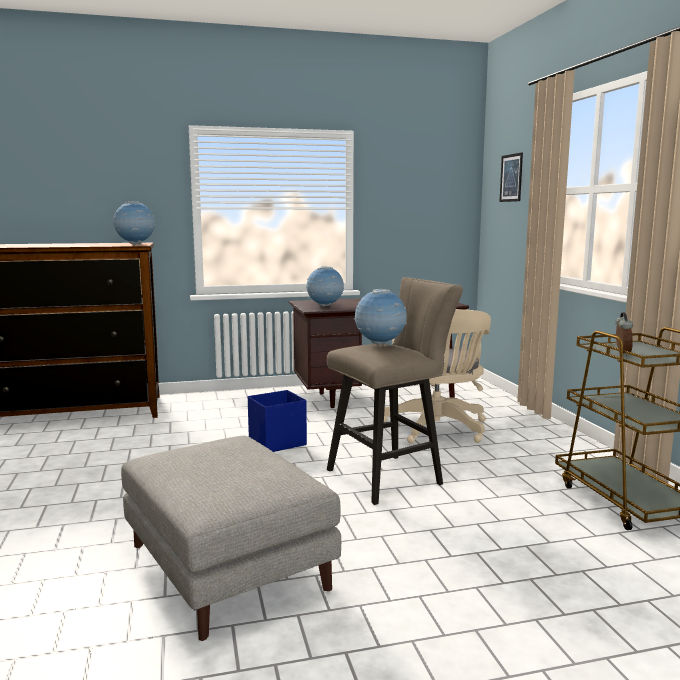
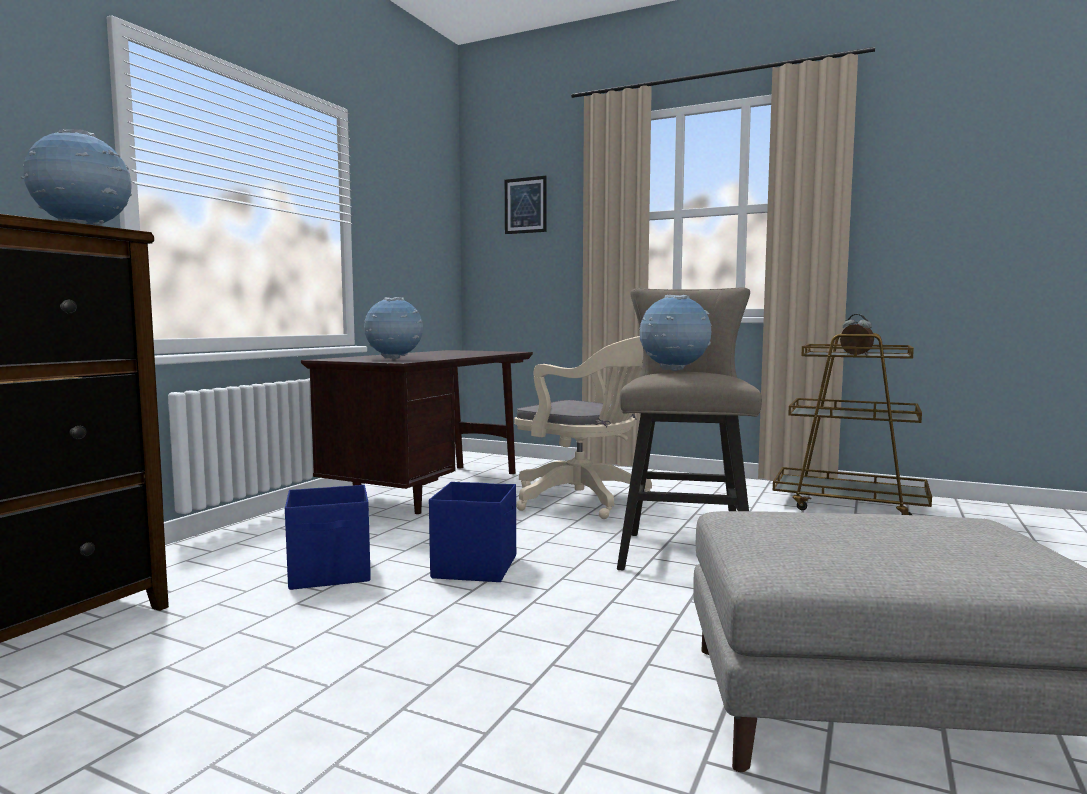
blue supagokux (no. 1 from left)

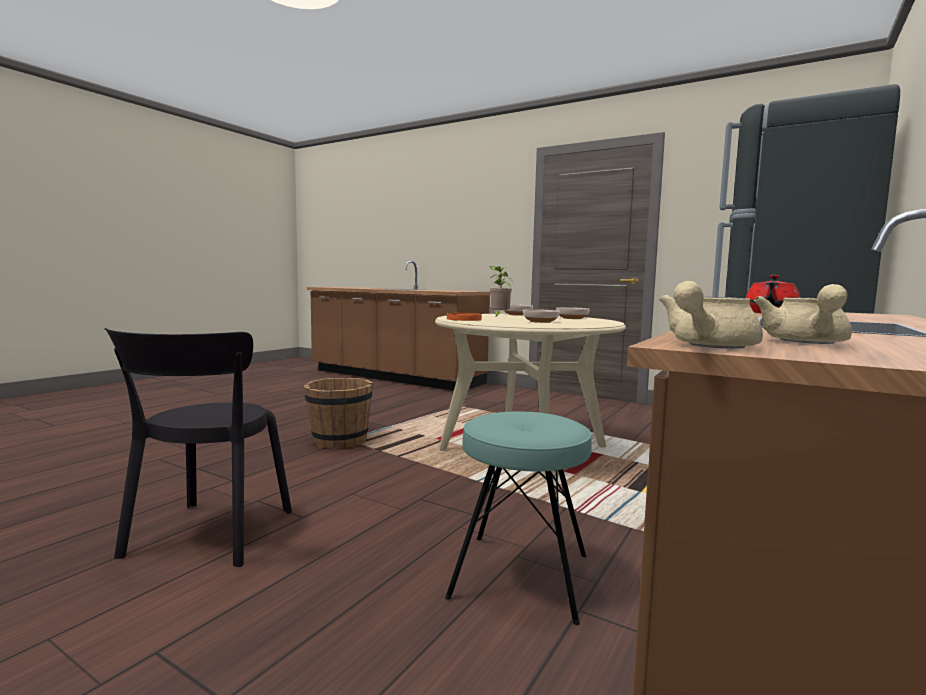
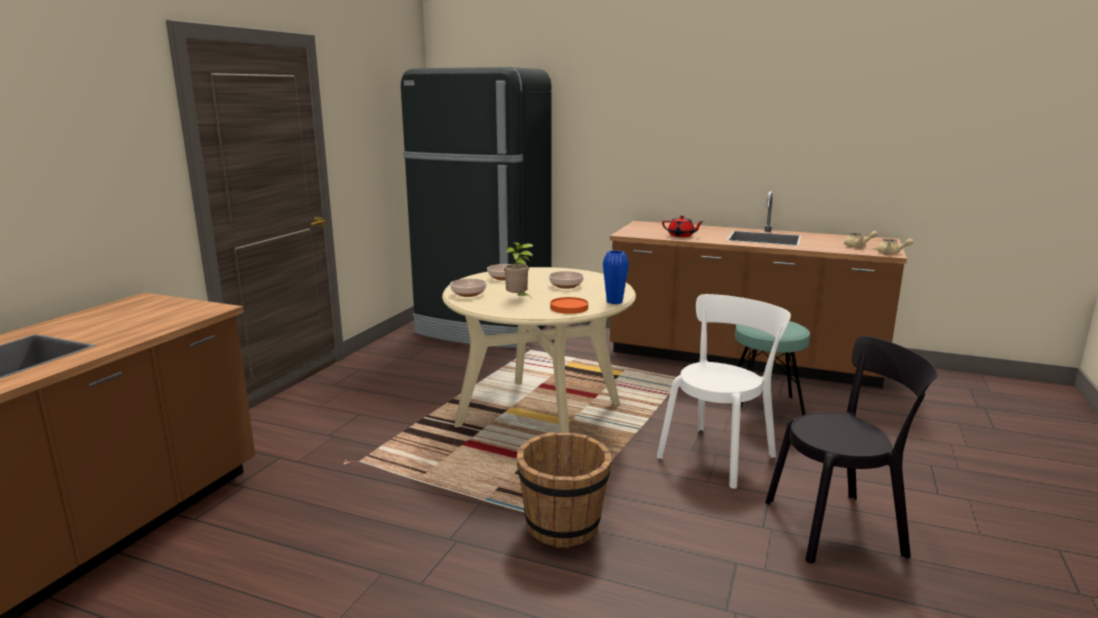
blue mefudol
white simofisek

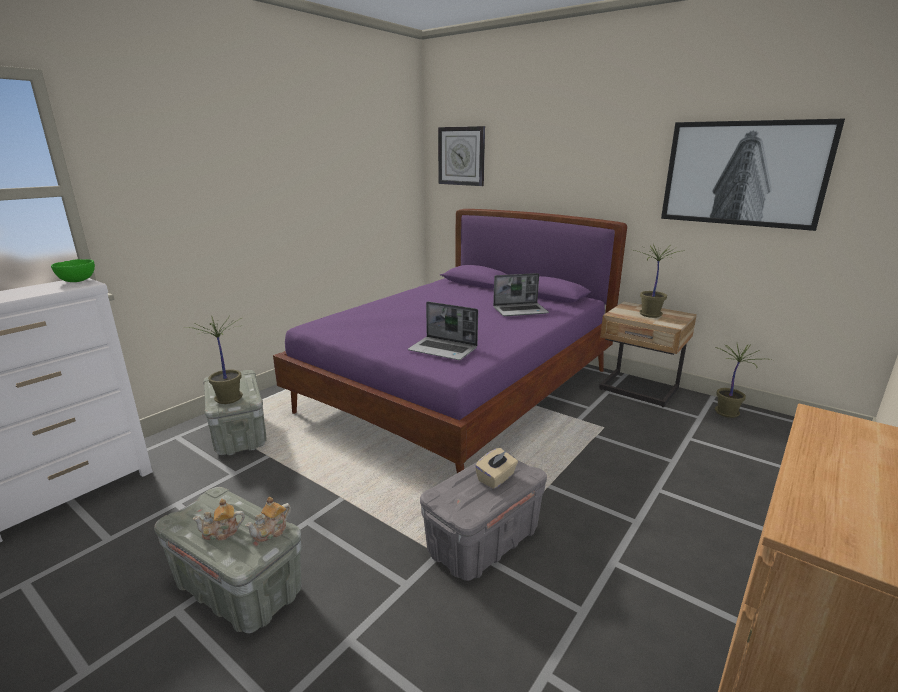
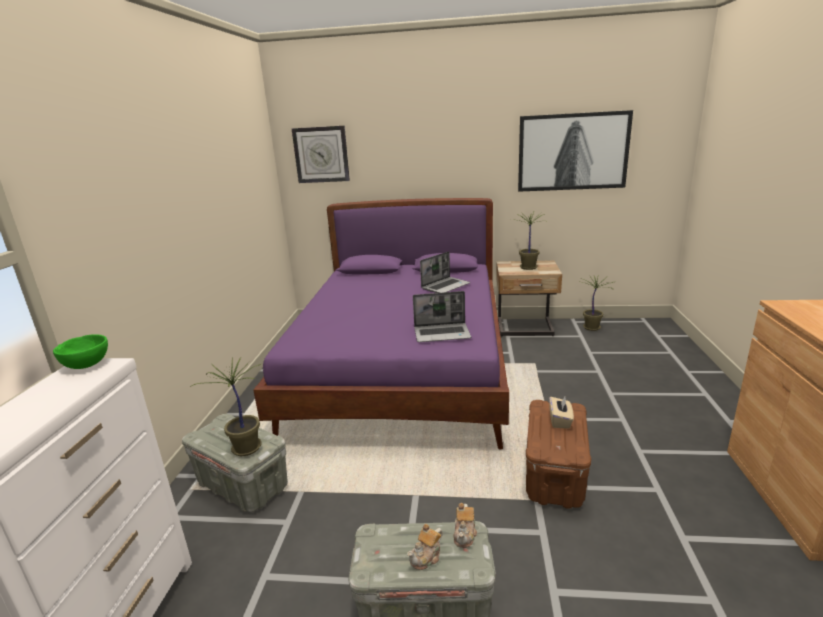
brown supagokux

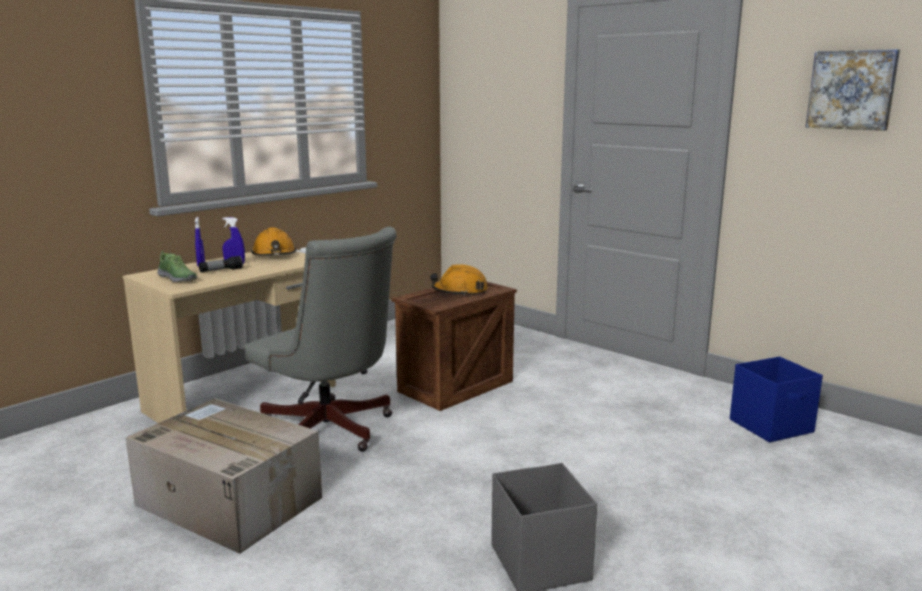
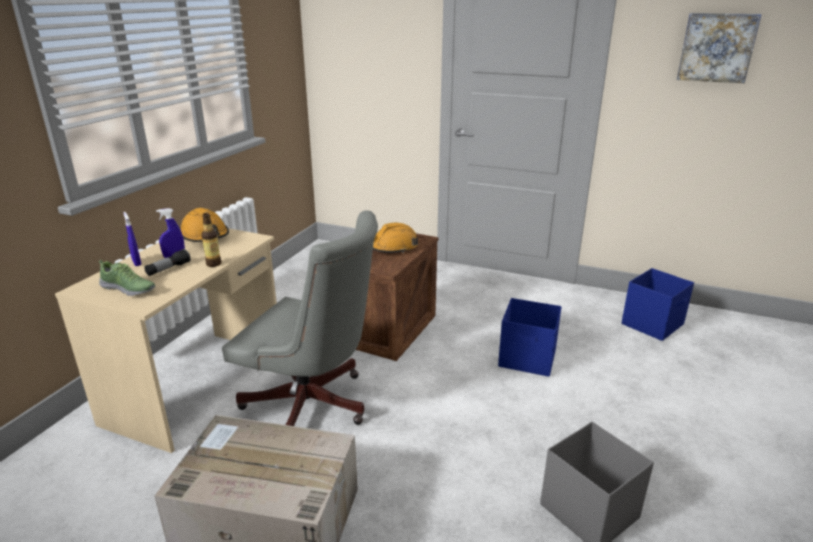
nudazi
blue supagokux (no. 1 from left)

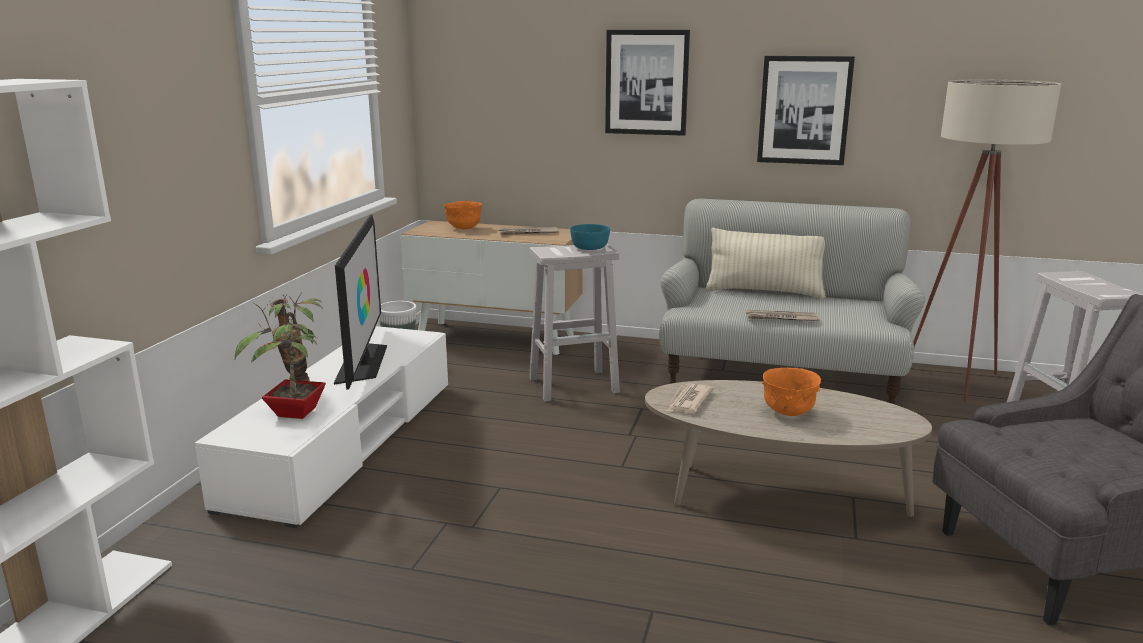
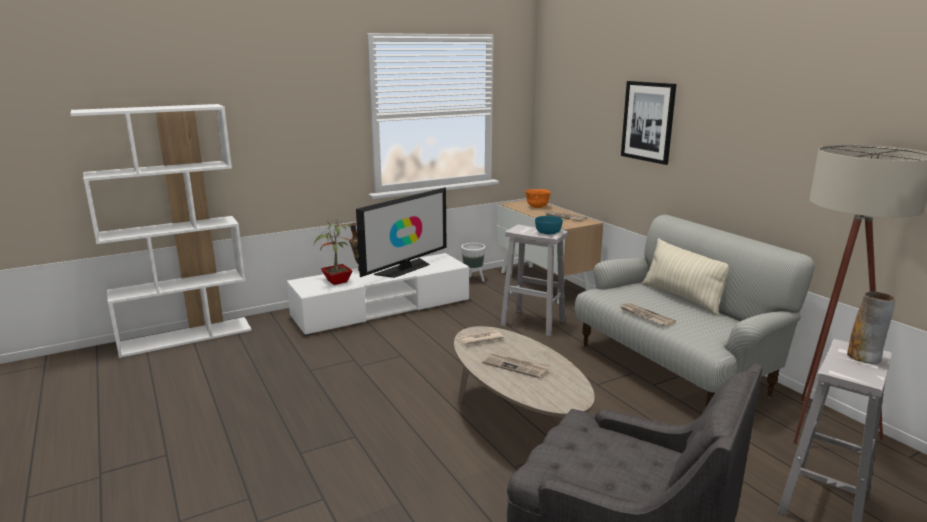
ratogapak (no. 2 from left)
mefudol (no. 2 from left)
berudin (no. 2 from left in the first image)

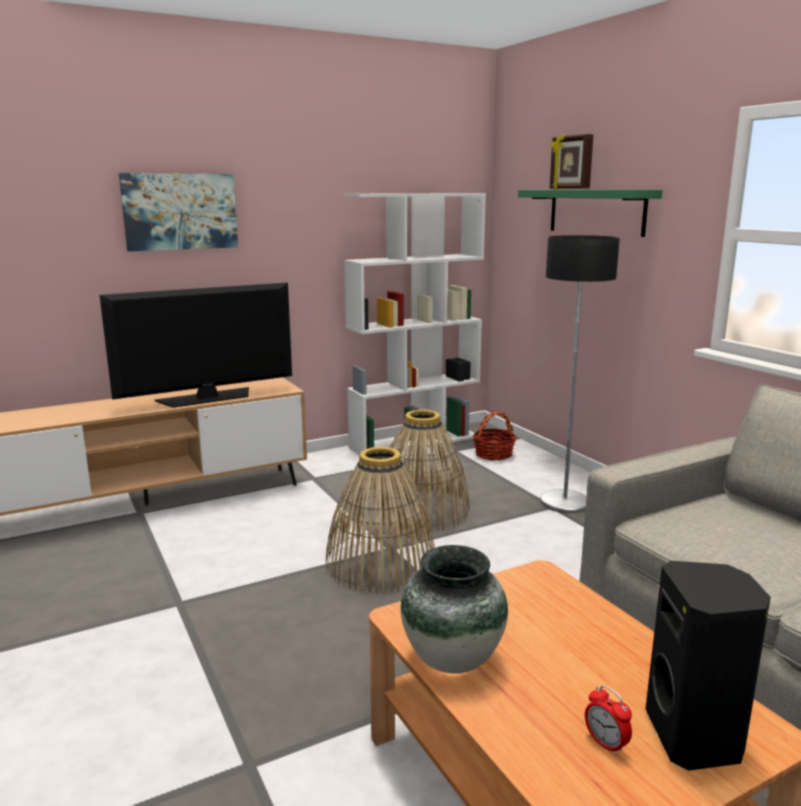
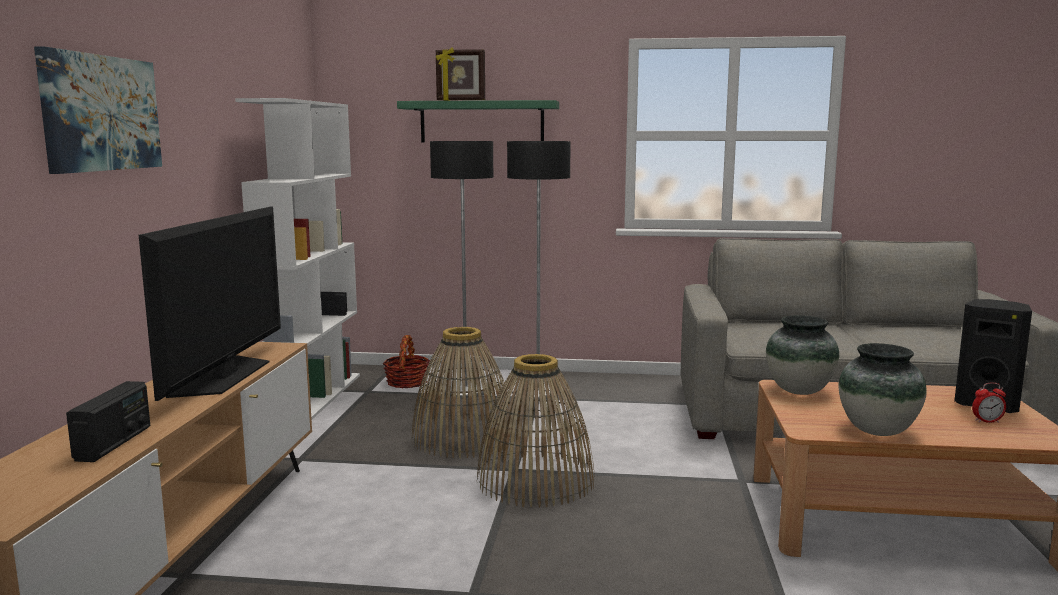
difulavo
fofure (no. 1 from left)
mefudol (no. 1 from left)

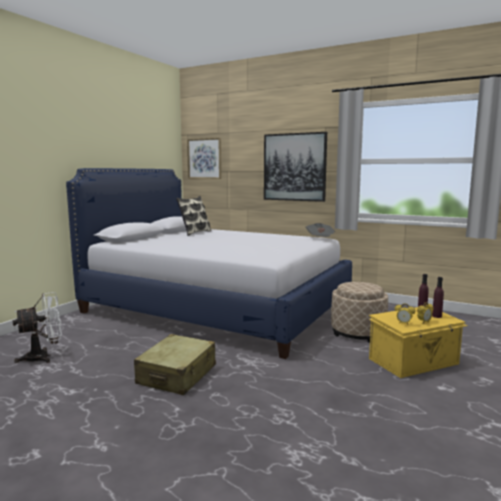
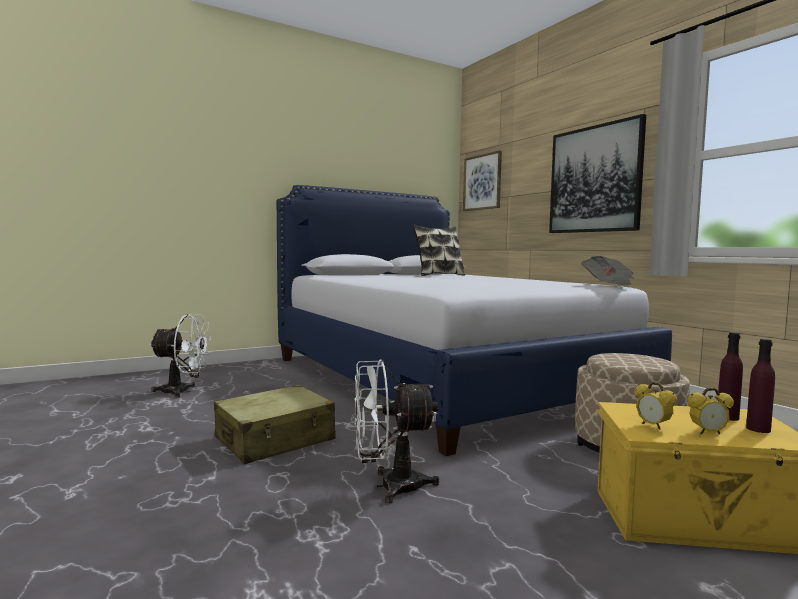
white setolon (no. 2 from left)

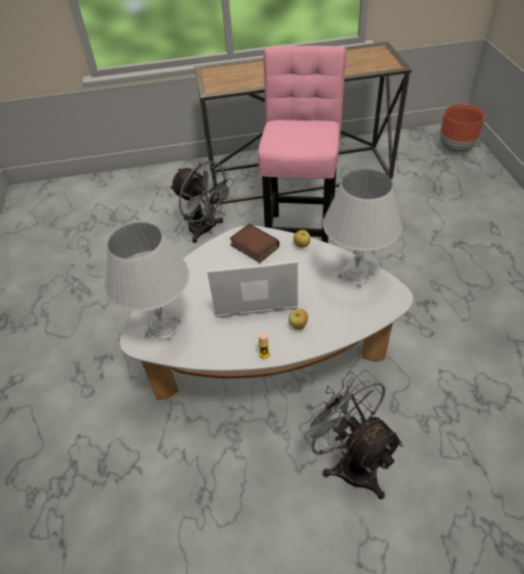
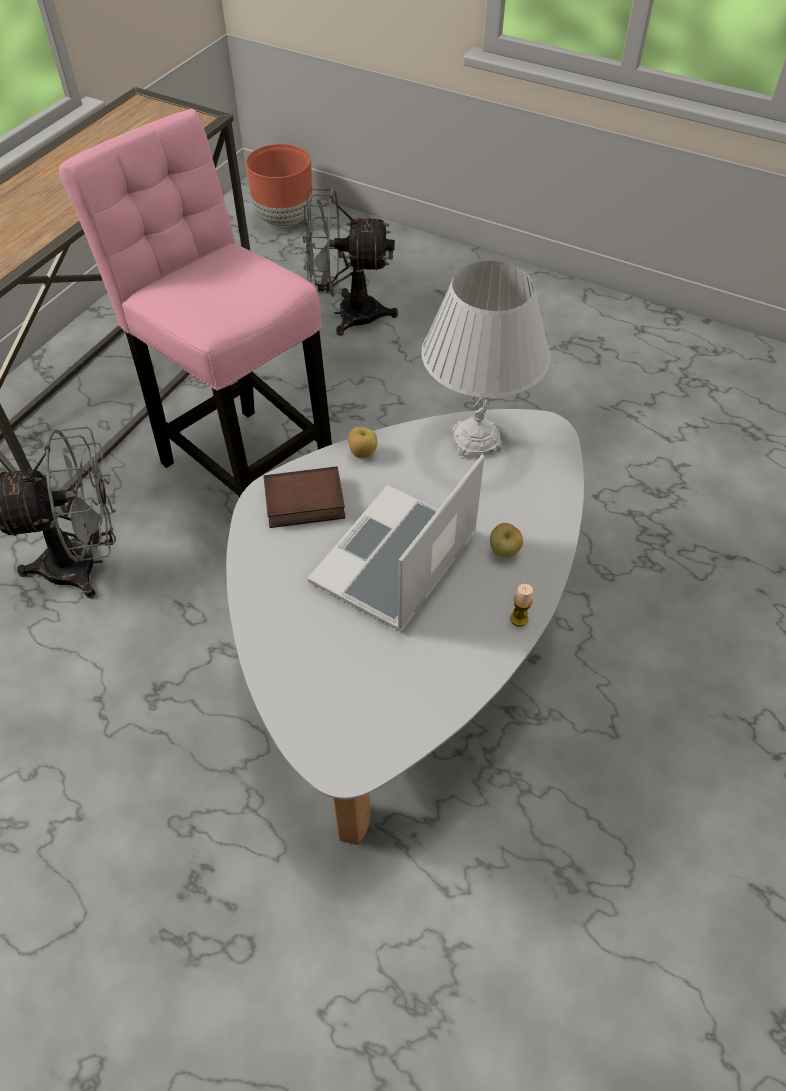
grey setolon (no. 2 from left)
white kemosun (no. 1 from left in the first image)

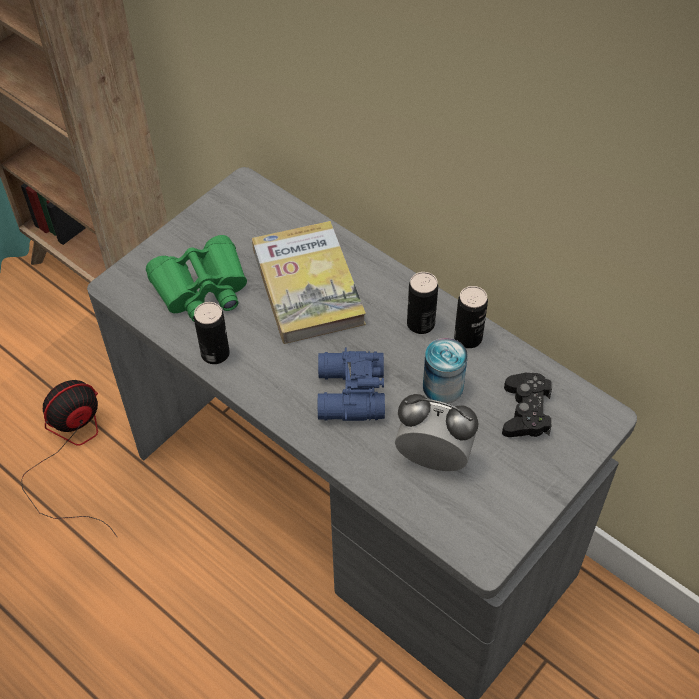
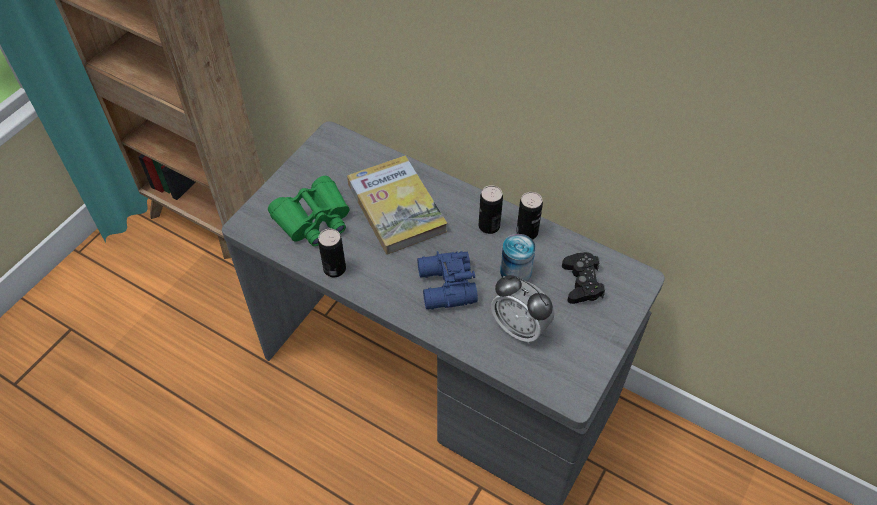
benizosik
setolon

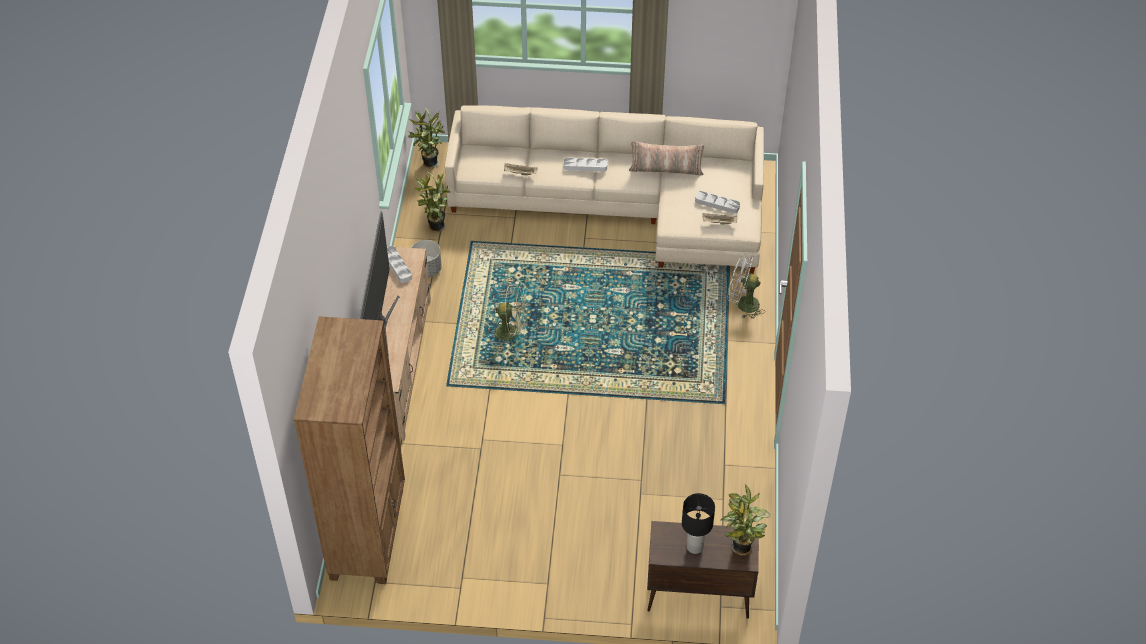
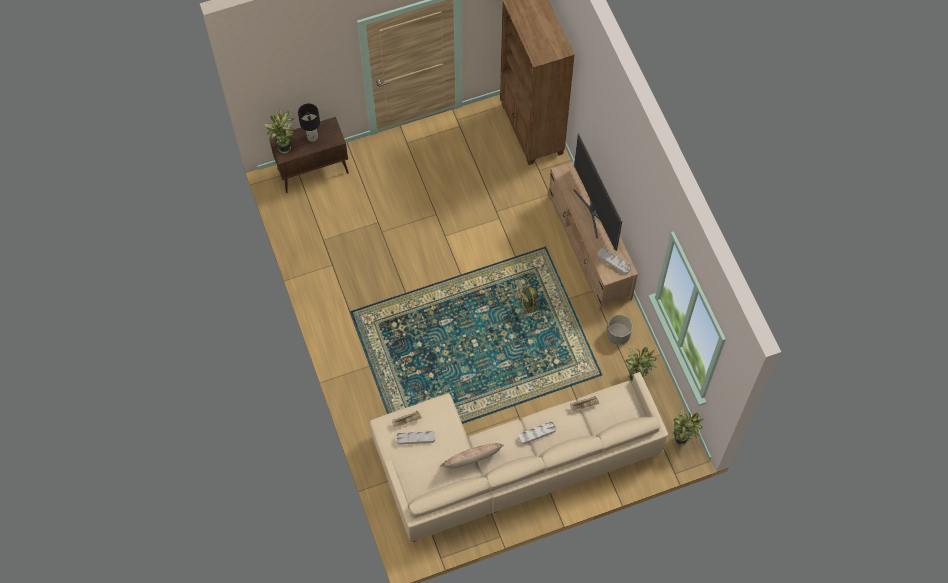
white setolon

